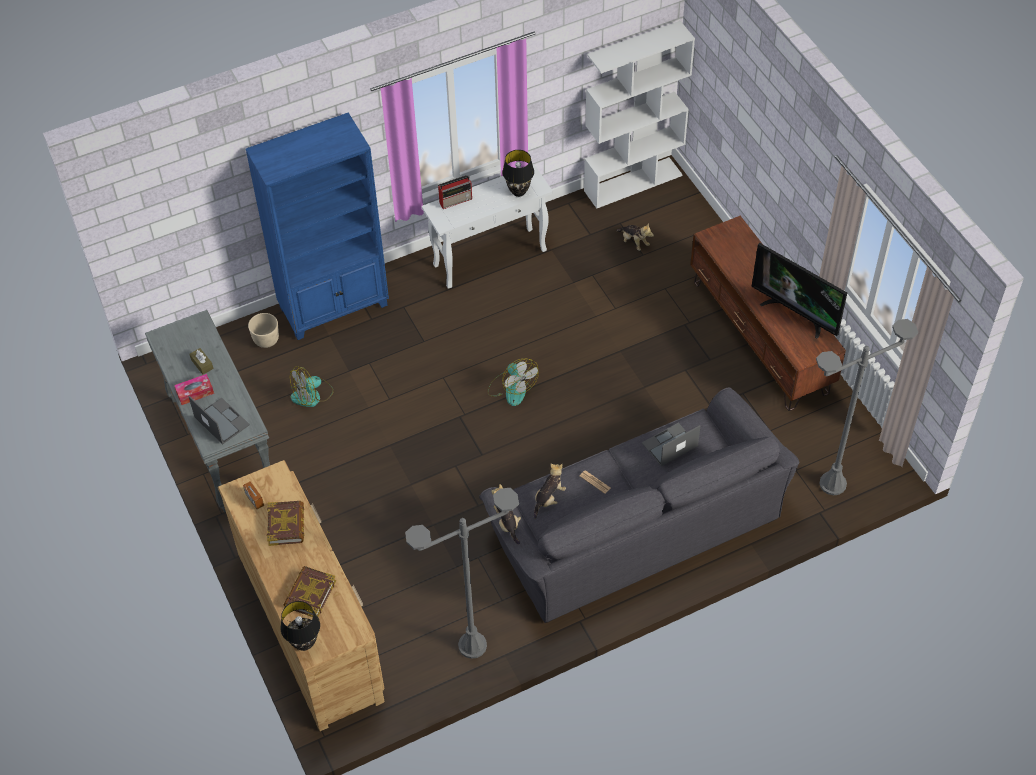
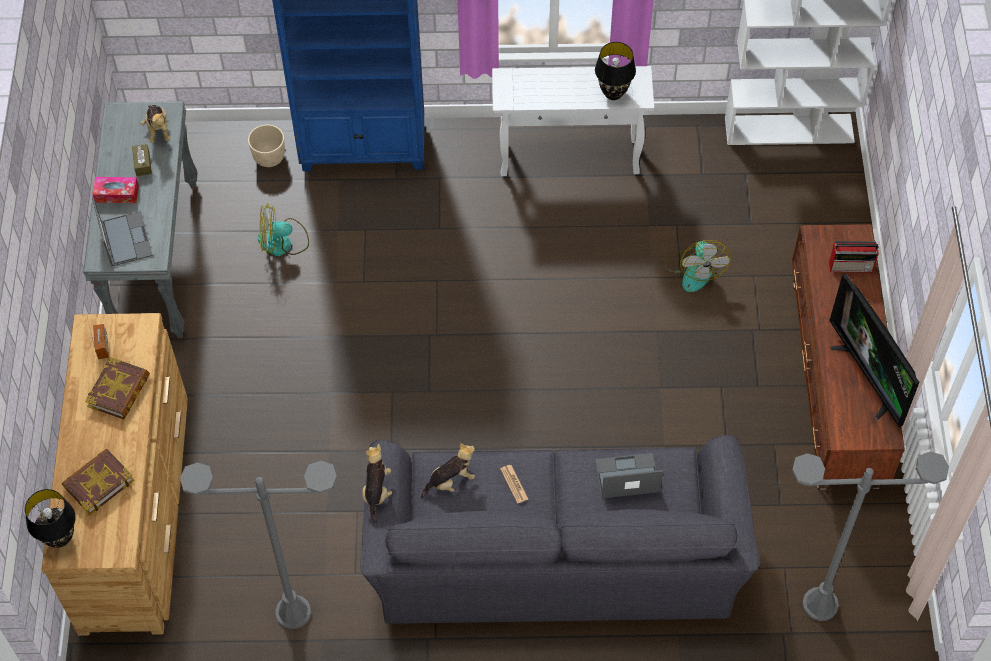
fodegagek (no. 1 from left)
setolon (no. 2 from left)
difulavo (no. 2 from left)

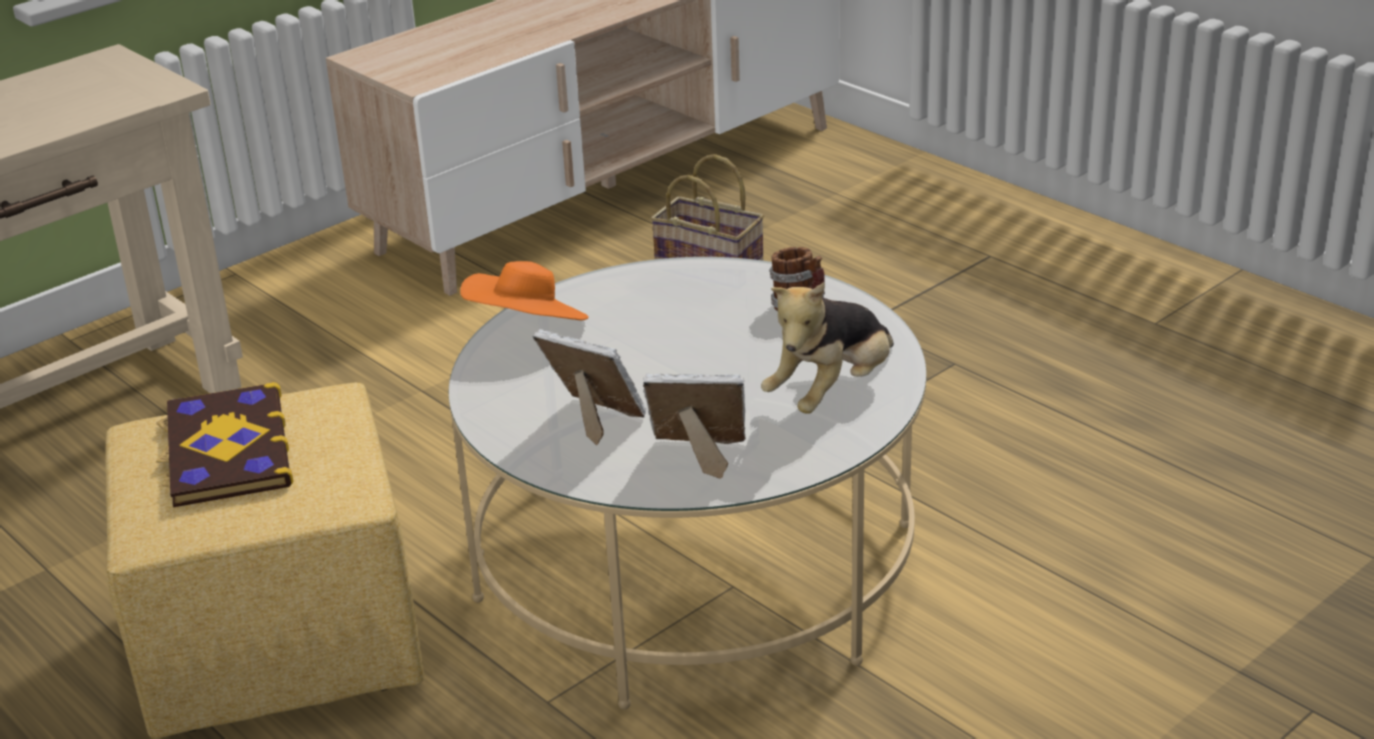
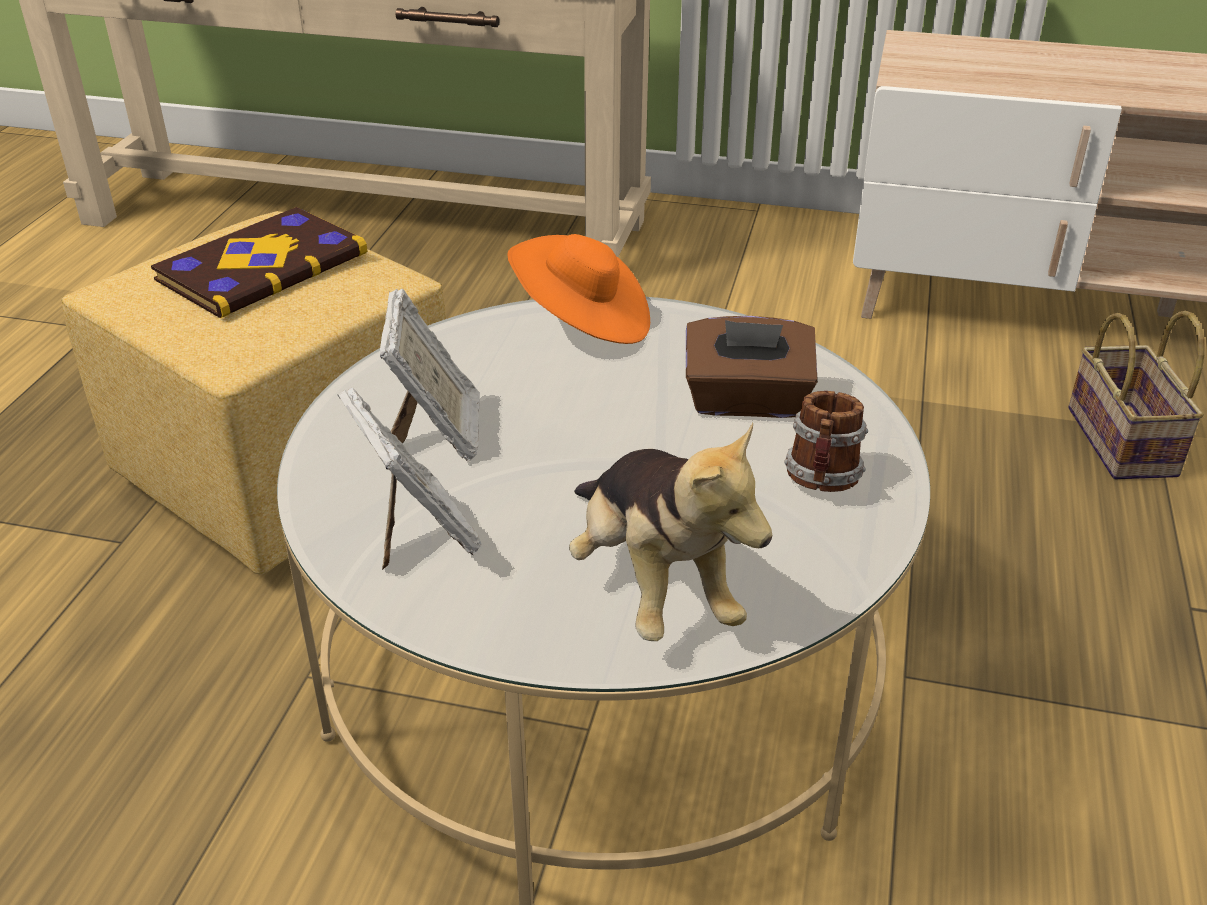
fodegagek
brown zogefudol

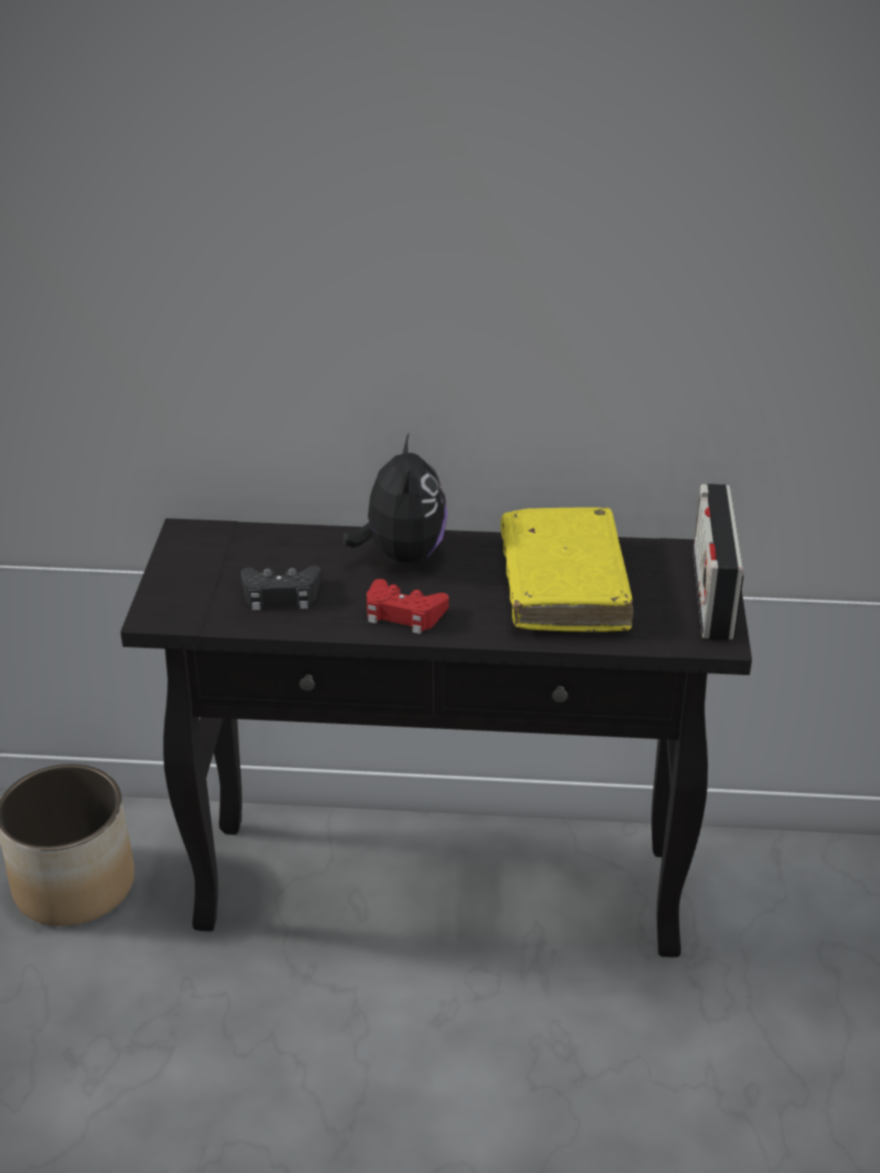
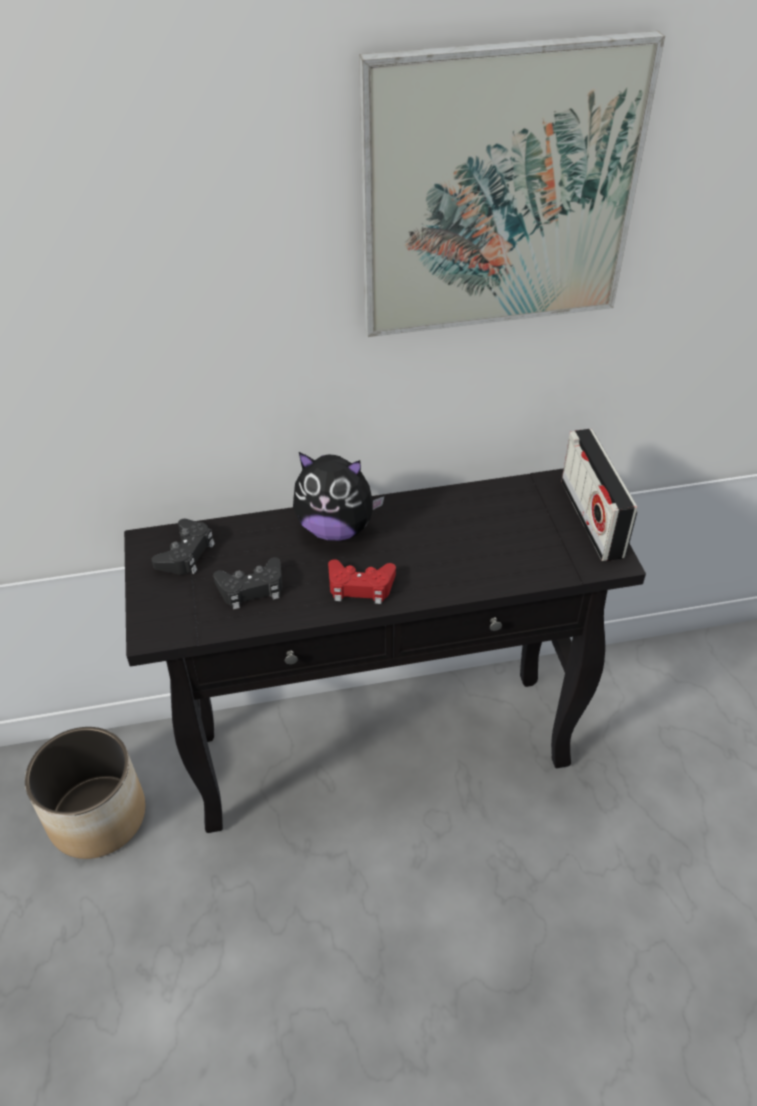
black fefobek (no. 1 from left)
fodegagek
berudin
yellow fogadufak

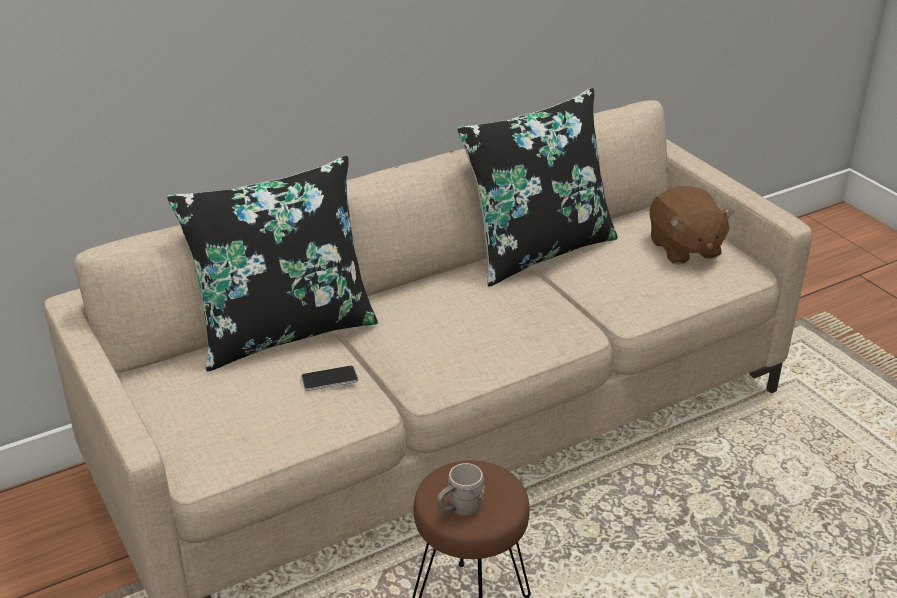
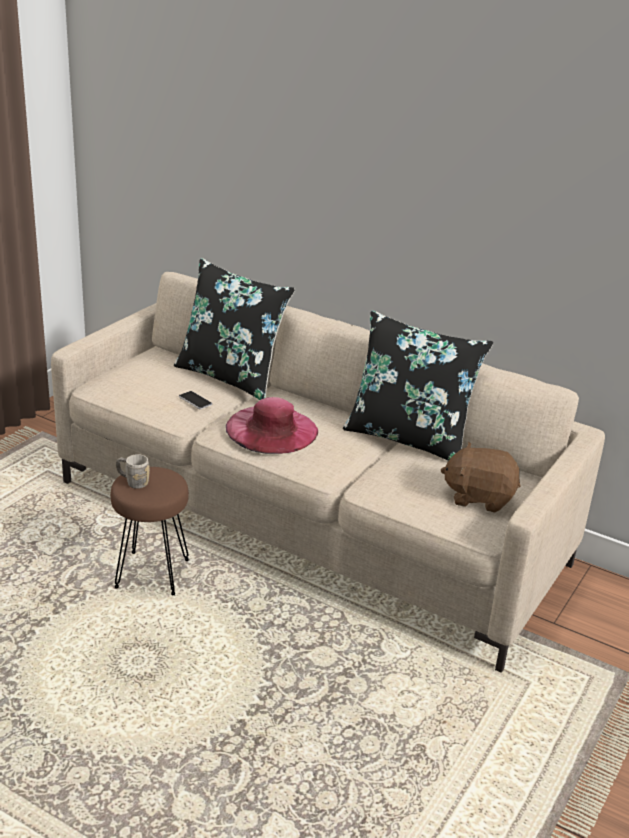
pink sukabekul
brown fodegagek

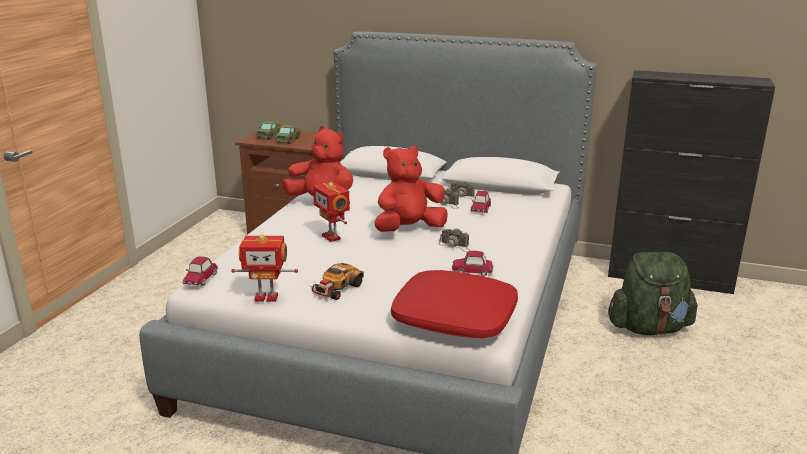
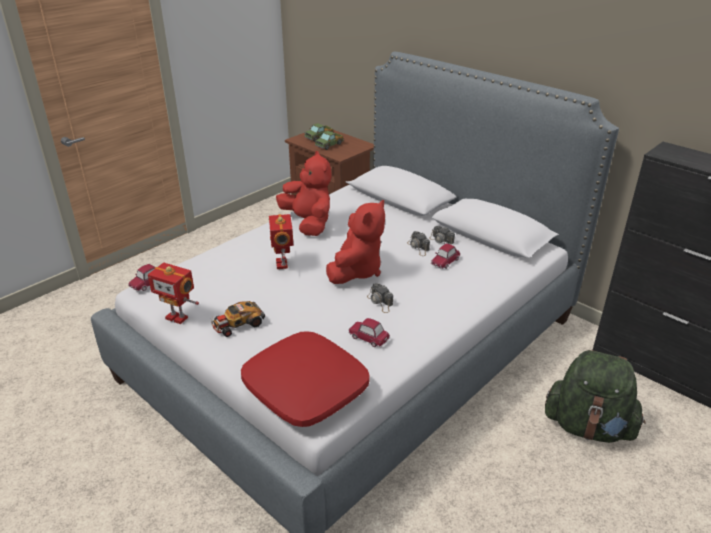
red fodegagek (no. 2 from left)

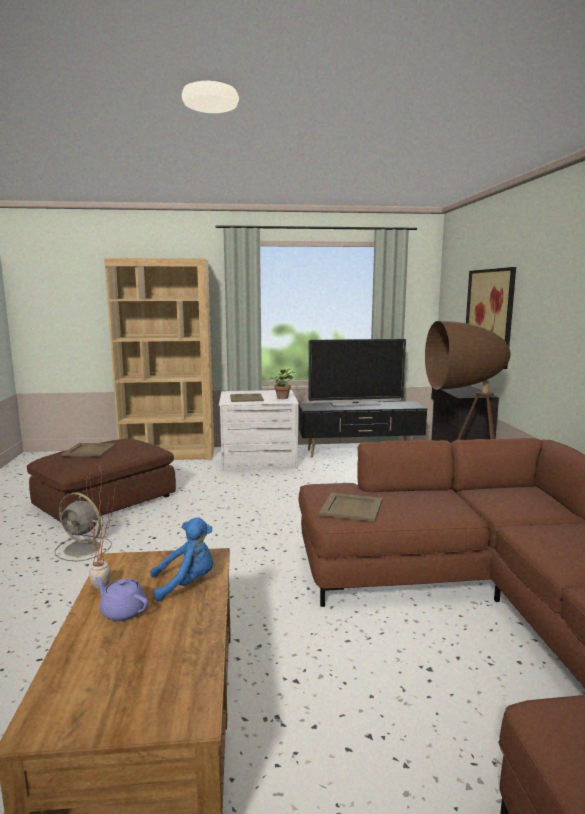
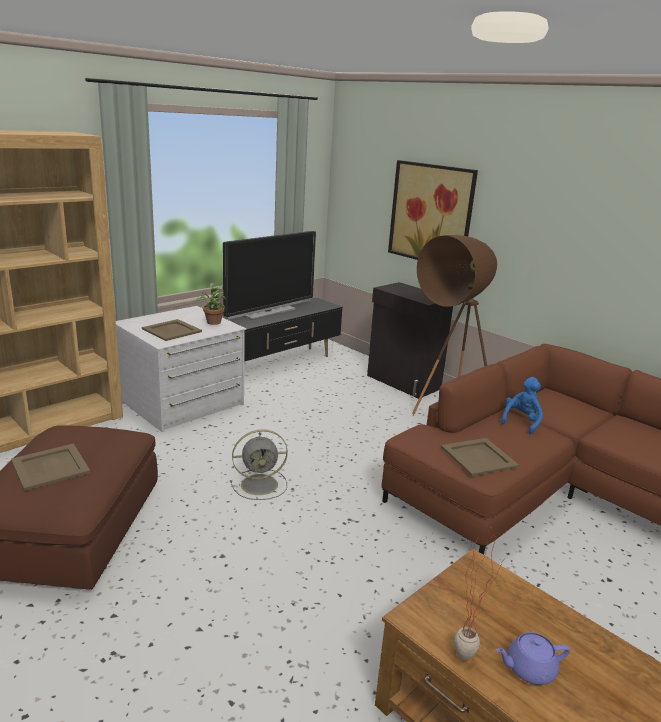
grey setolon
blue fodegagek

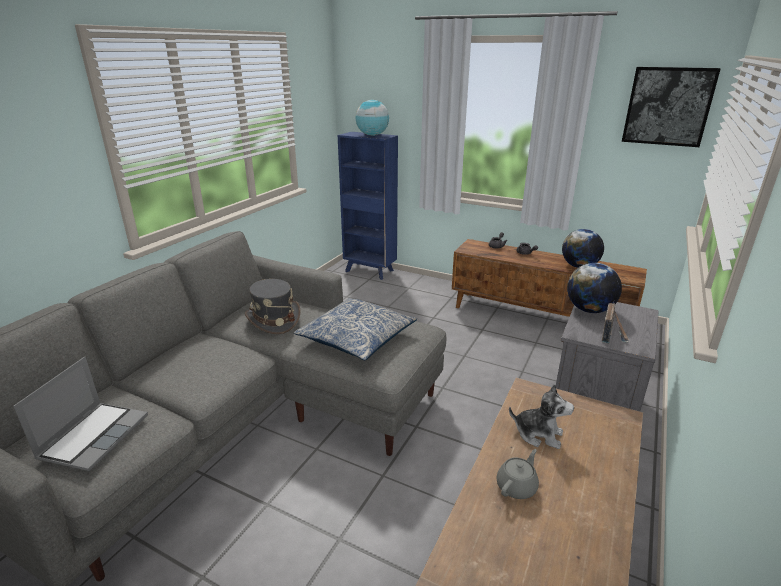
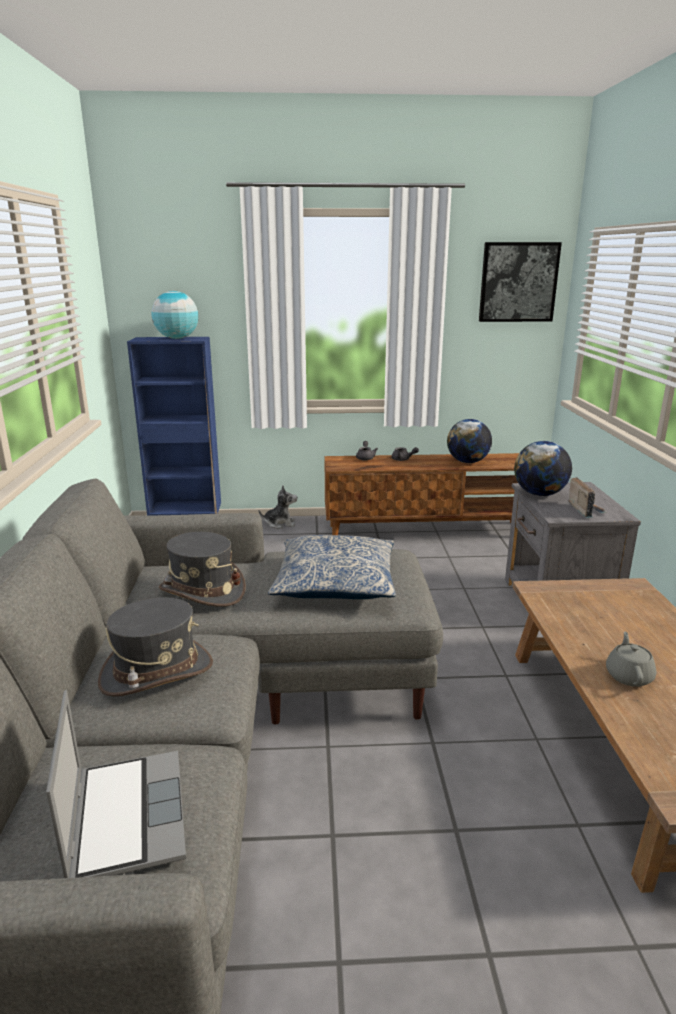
grey sukabekul (no. 1 from left)
fodegagek

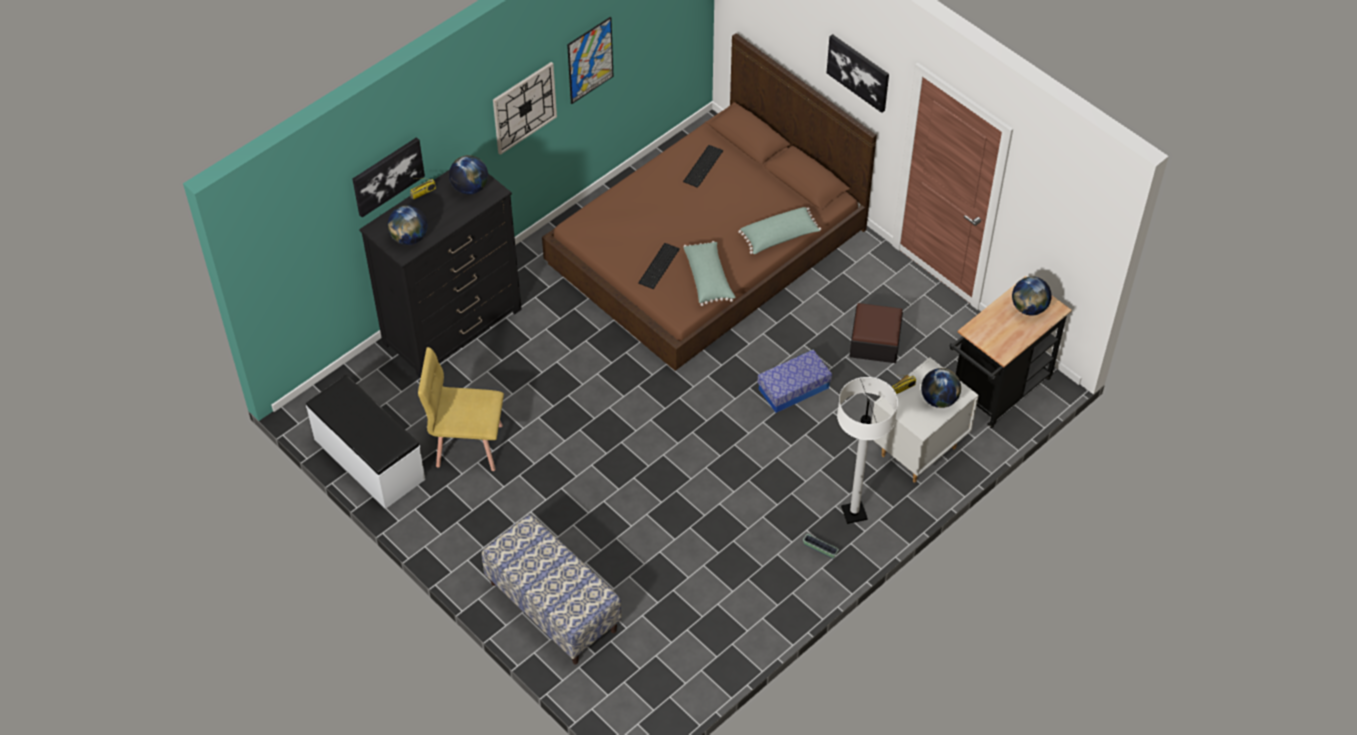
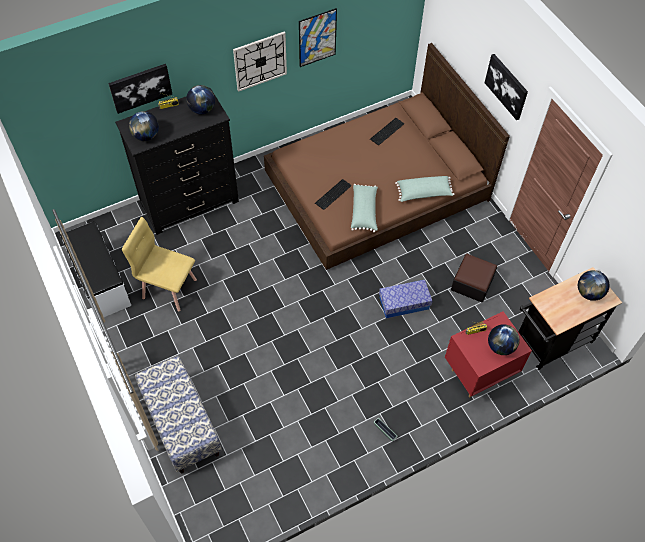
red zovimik
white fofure

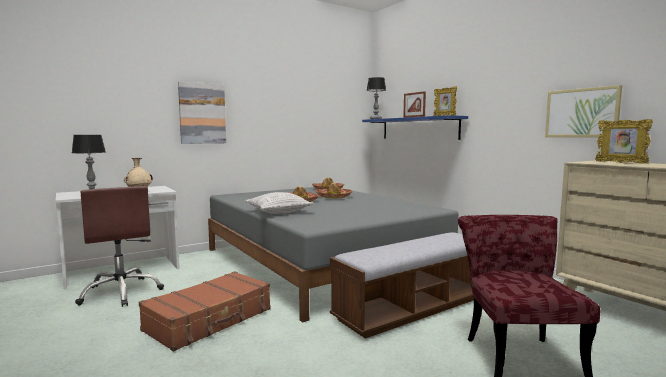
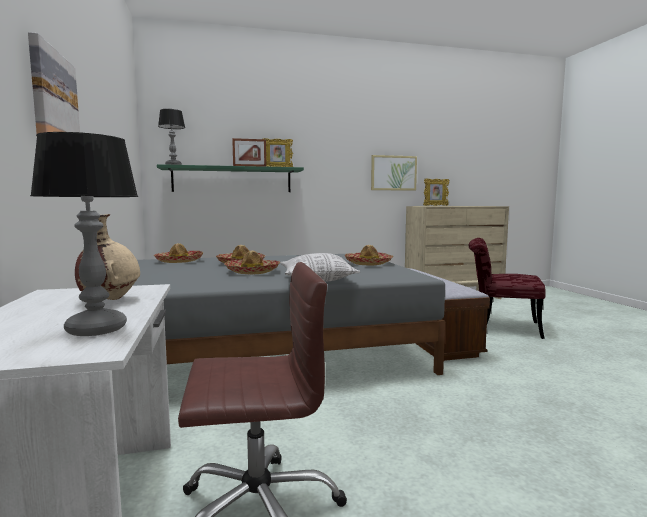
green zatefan
sukabekul (no. 4 from left)
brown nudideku

